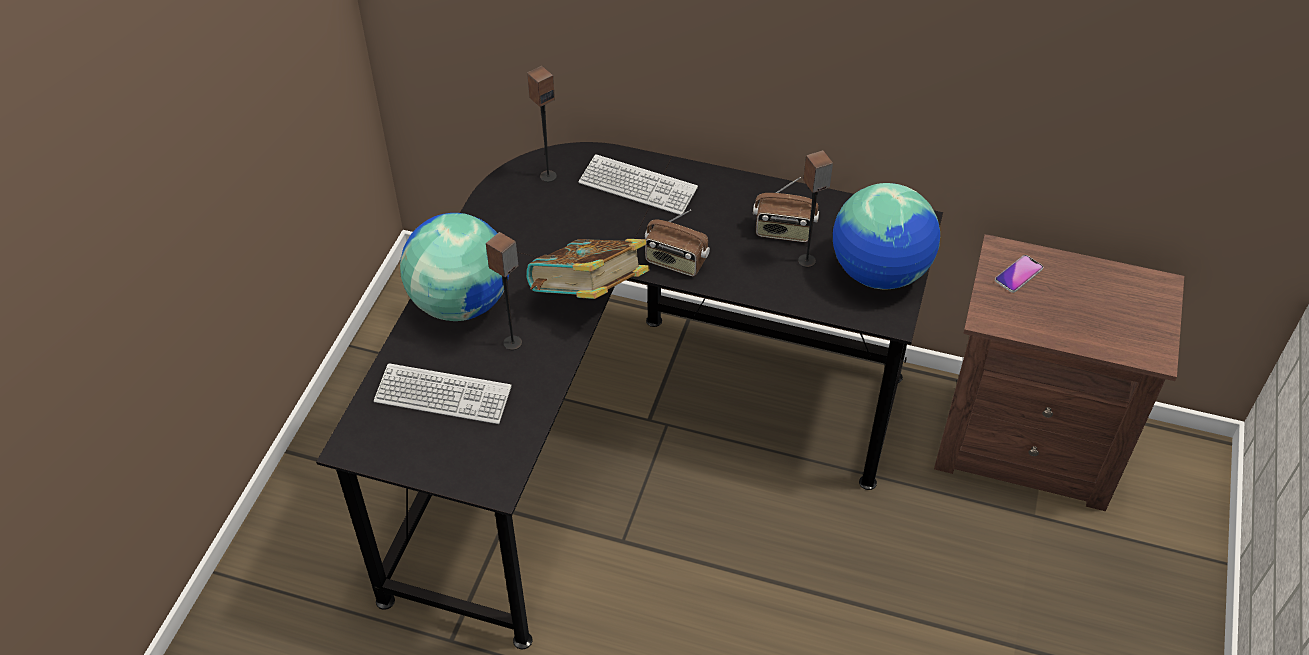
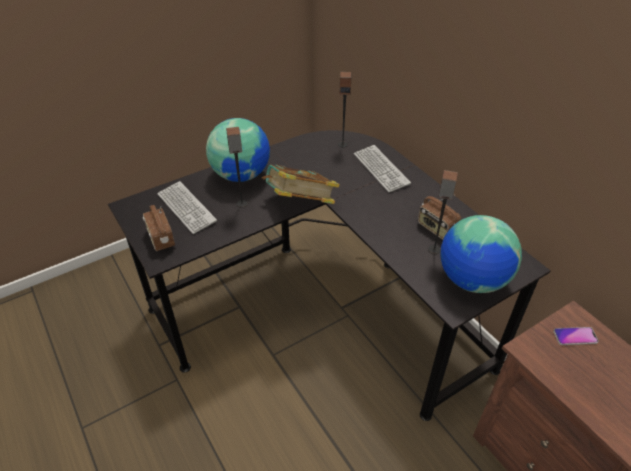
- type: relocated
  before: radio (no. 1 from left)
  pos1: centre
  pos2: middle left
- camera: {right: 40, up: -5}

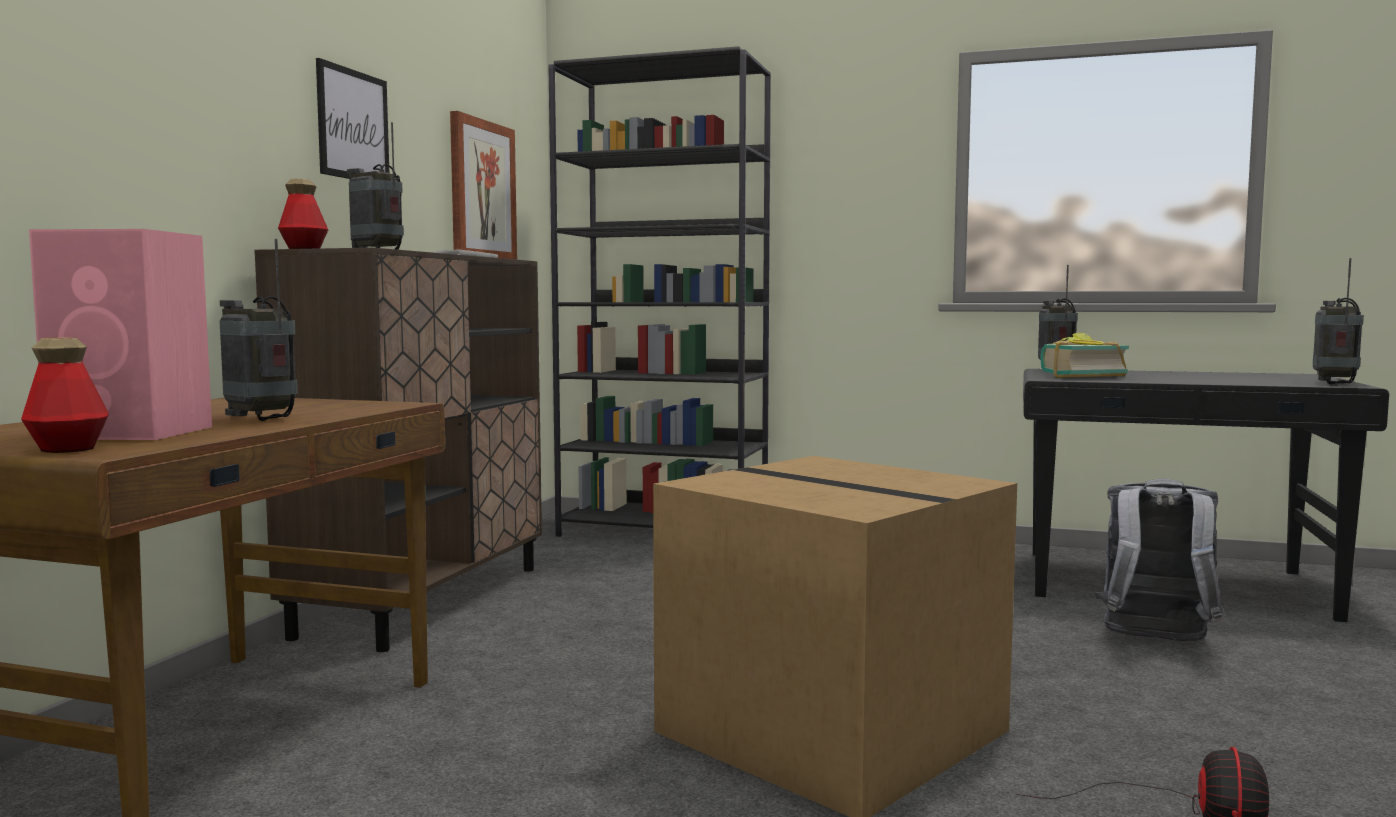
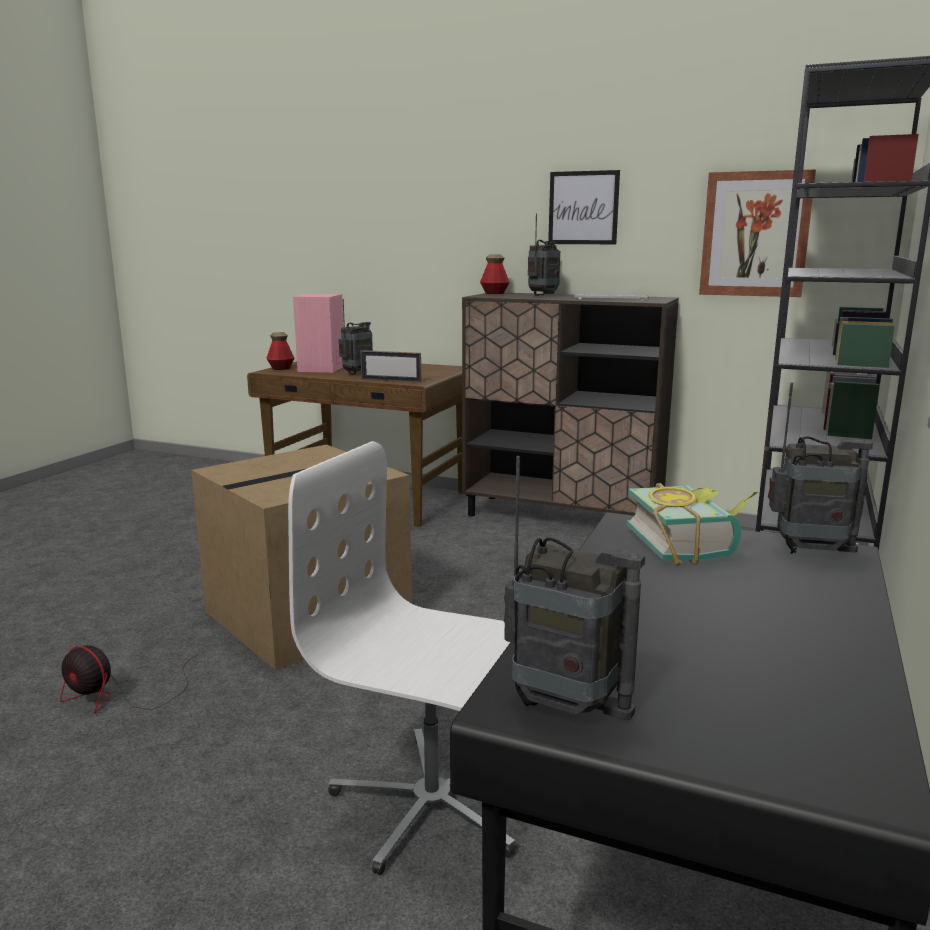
- type: exchanged
  before: grey backpack
  after: white office chair
  pos1: bottom right
  pos2: bottom centre
- type: appeared
  after: picture frame
  pos2: centre
- camera: {right: 95, up: 10}

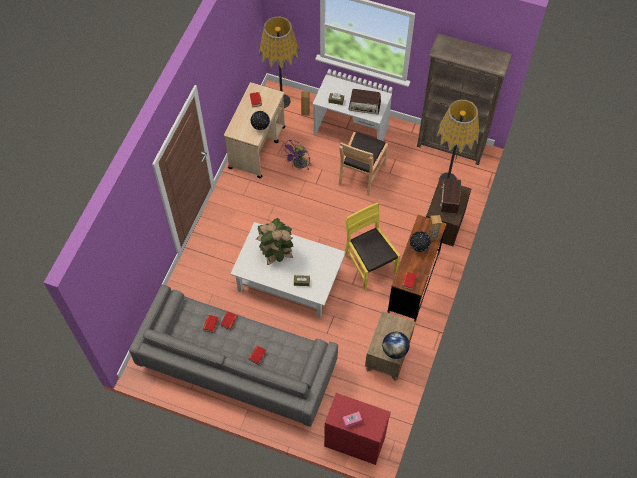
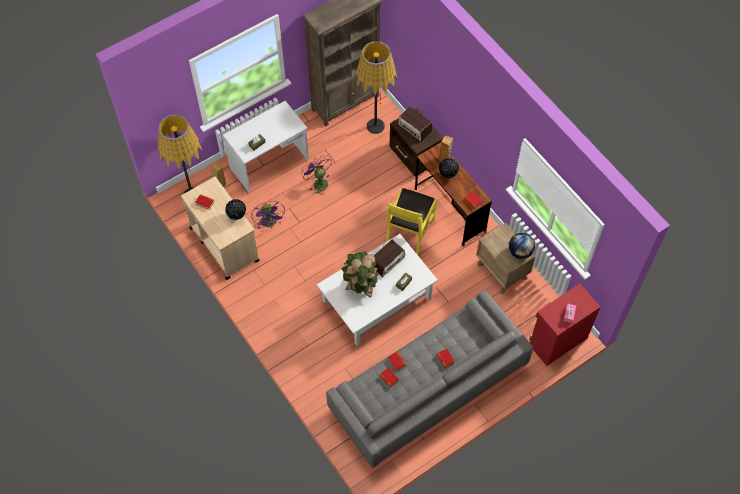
- type: relocated
  before: radio (no. 1 from left)
  pos1: top centre
  pos2: centre
- type: exchanged
  before: brown chair
  after: purple fan (no. 2 from left)
  pos1: centre
  pos2: centre
- type: spun
  before: yellow chair
  pos1: centre
  pos2: centre
  turn: -75
- camera: {right: -55, up: 0}

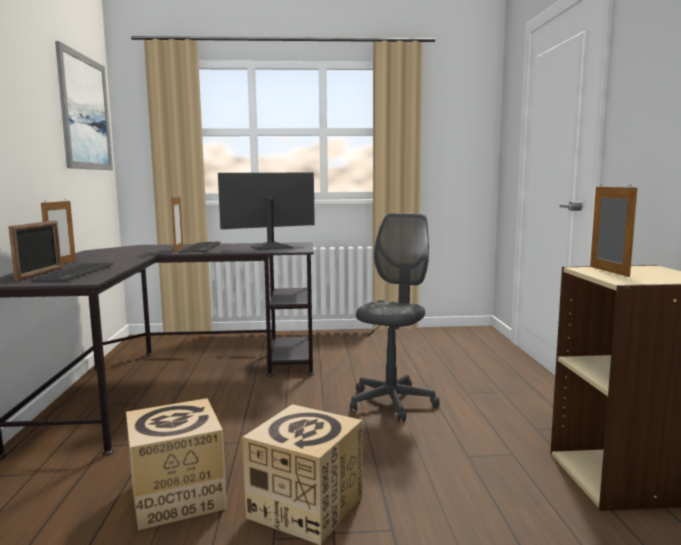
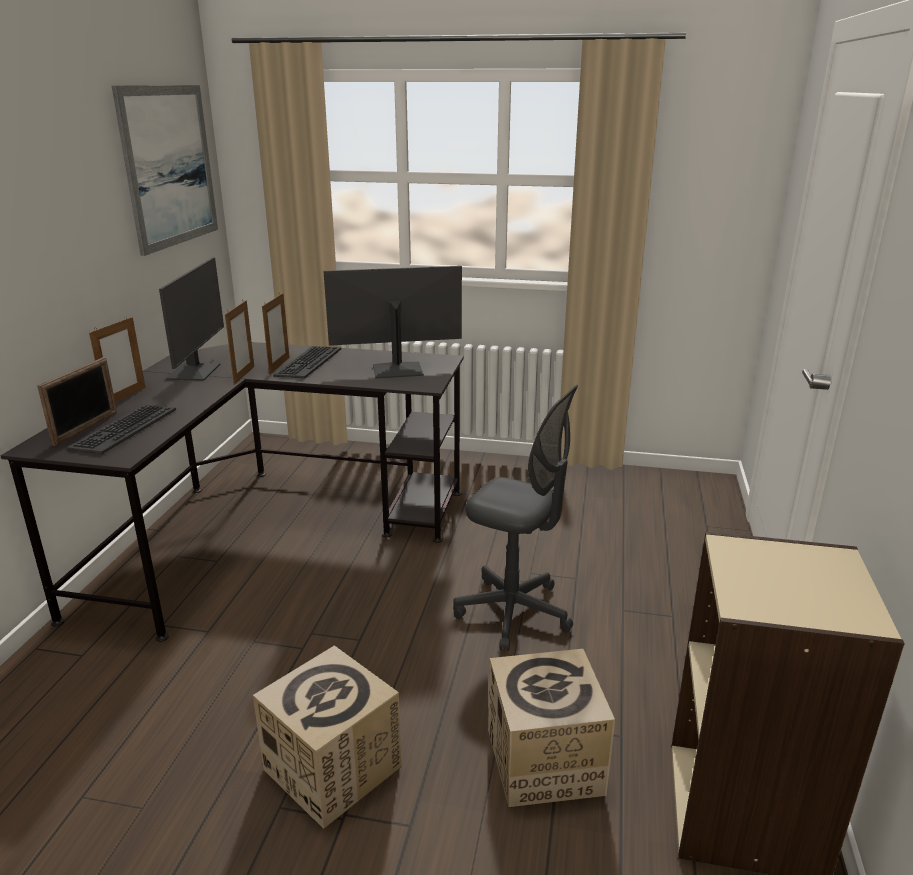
- type: relocated
  before: picture frame (no. 4 from left in the first image)
  after: picture frame (no. 3 from left)
  pos1: middle right
  pos2: middle left
- type: spun
  before: grey office chair
  pos1: centre
  pos2: centre
  turn: 75
- type: relocated
  before: cardboard box (no. 1 from left in the first image)
  after: cardboard box (no. 2 from left)
  pos1: bottom left
  pos2: bottom centre
- type: appeared
  after: monitor (no. 1 from left)
  pos2: middle left
- camera: {right: 15, up: 15}

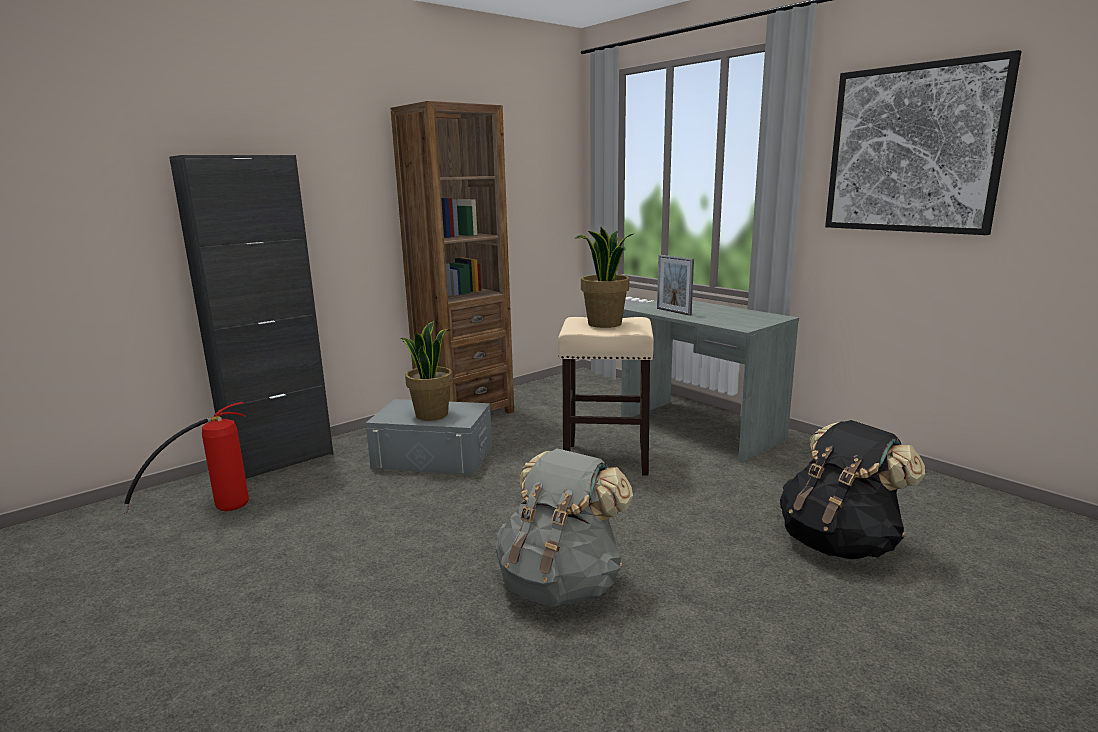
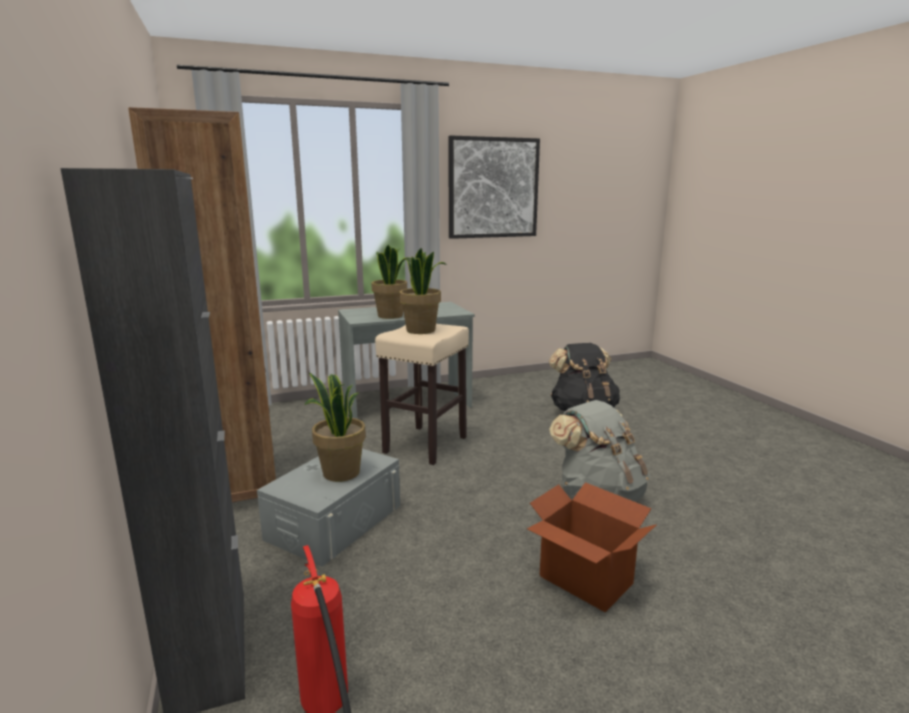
- type: exchanged
  before: picture frame
  after: potted plant (no. 2 from left)
  pos1: centre
  pos2: centre
- type: appeared
  after: cardboard box
  pos2: bottom centre
- camera: {right: -70, up: 0}

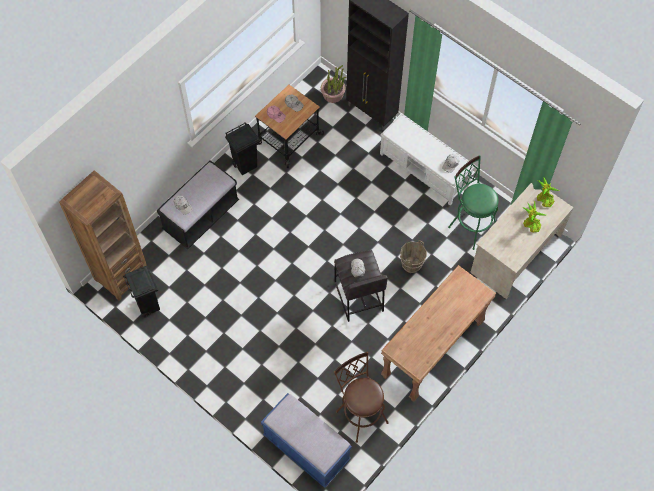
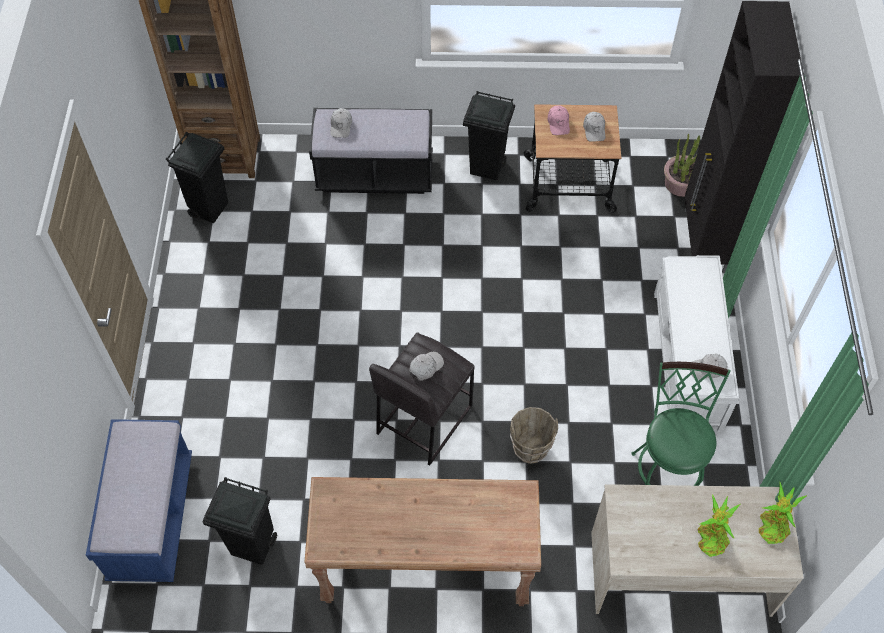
- type: exchanged
  before: brown stool
  after: black trash can (no. 2 from left)
  pos1: bottom centre
  pos2: bottom left
- camera: {right: 50, up: -5}

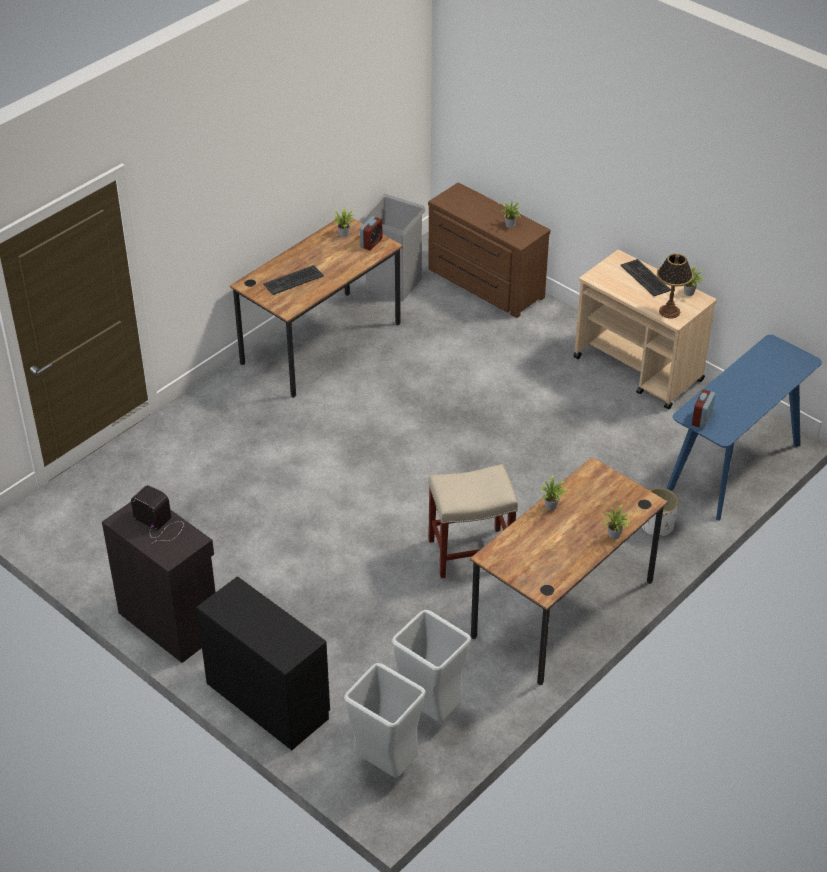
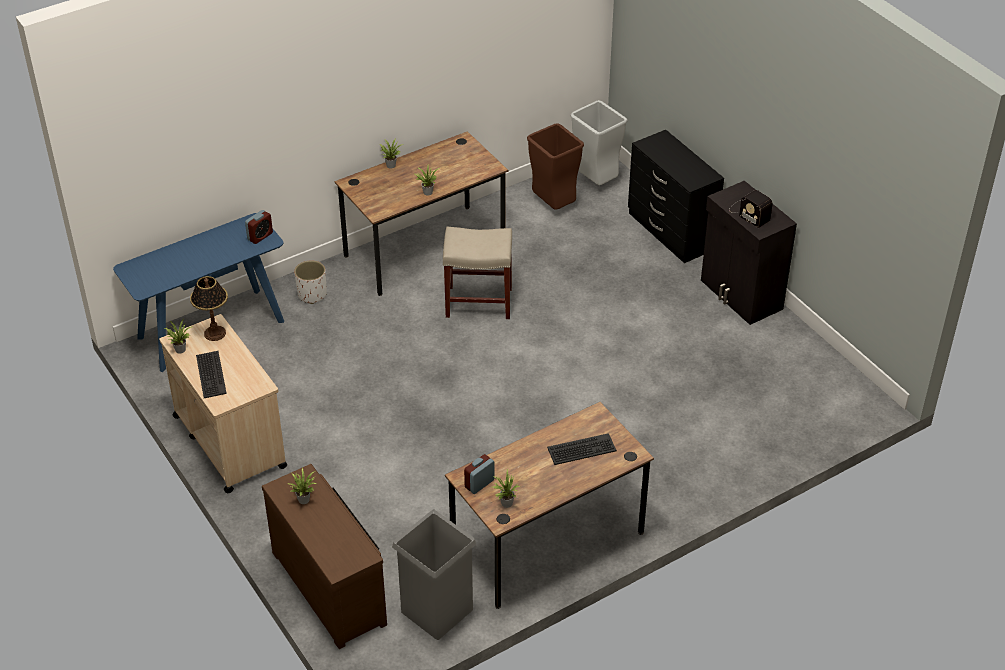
- type: colour
  before: grey trash can (no. 3 from left)
  after: brown trash can
  pos1: bottom centre
  pos2: top centre
- camera: {right: -165, up: 0}

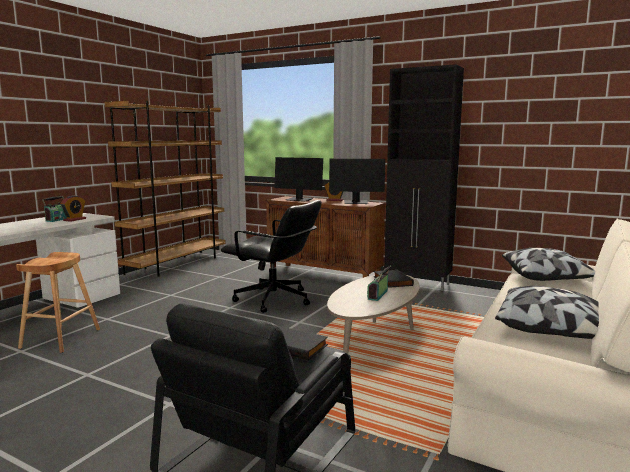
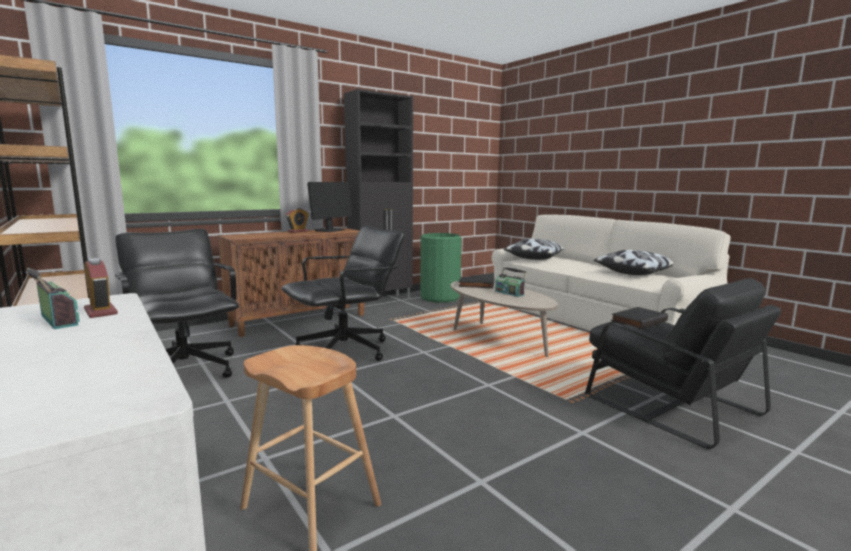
- type: missing
  before: monitor (no. 1 from left)
  pos1: centre
- type: appeared
  after: black office chair (no. 1 from left)
  pos2: middle left
- type: appeared
  after: green trash can
  pos2: centre
- camera: {right: -65, up: 0}

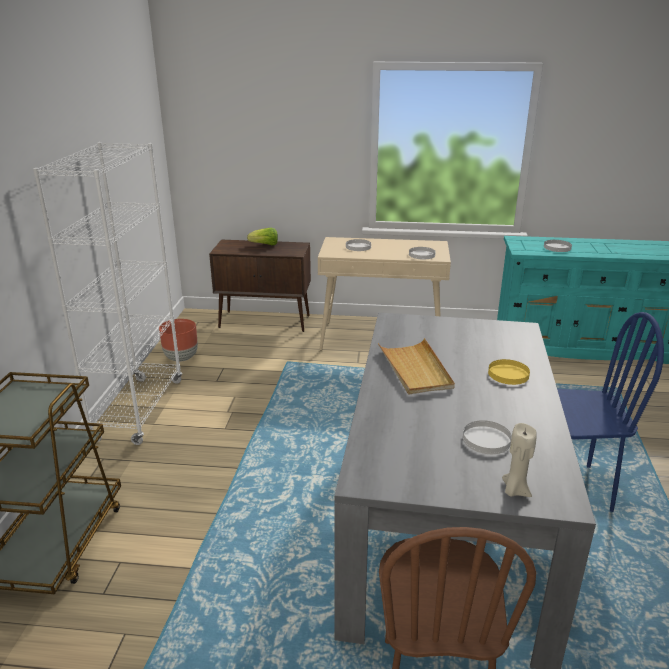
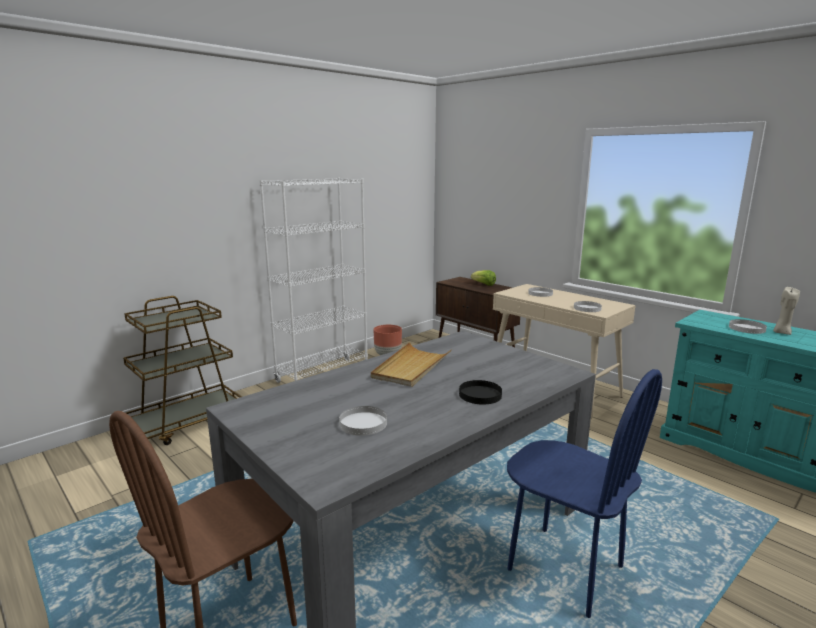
- type: colour
  before: yellow plate
  after: black plate
  pos1: middle right
  pos2: centre
- type: relocated
  before: beige candle
  pos1: bottom right
  pos2: middle right
- camera: {right: 40, up: -10}

